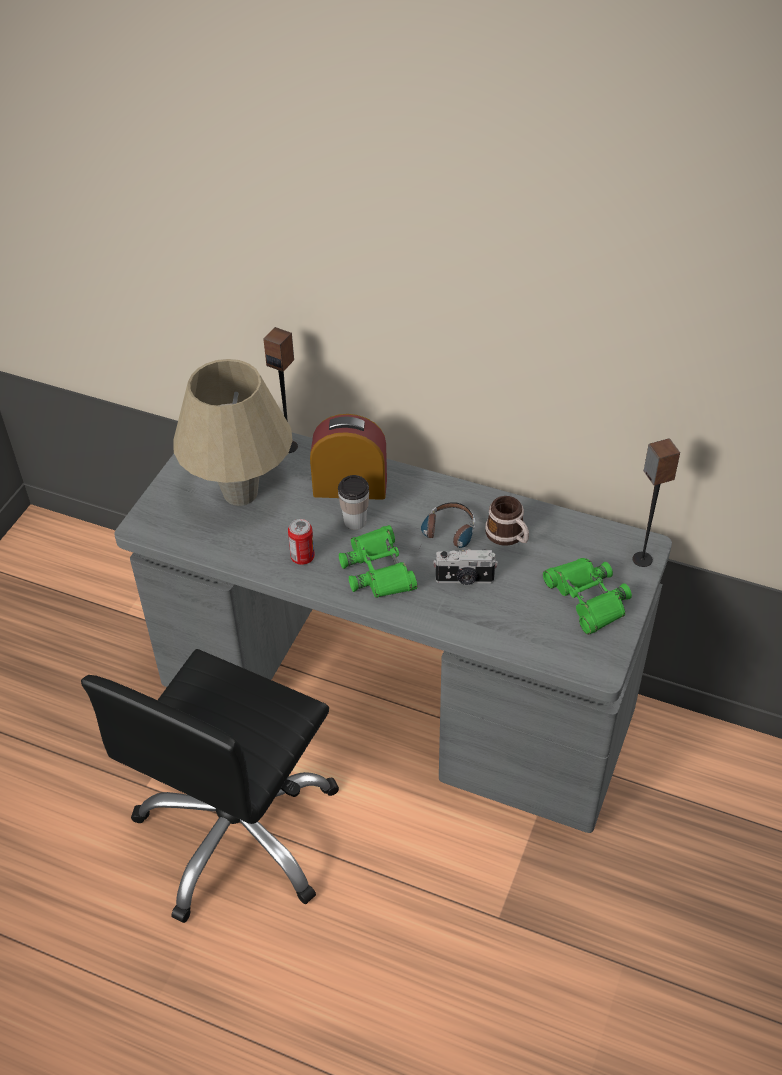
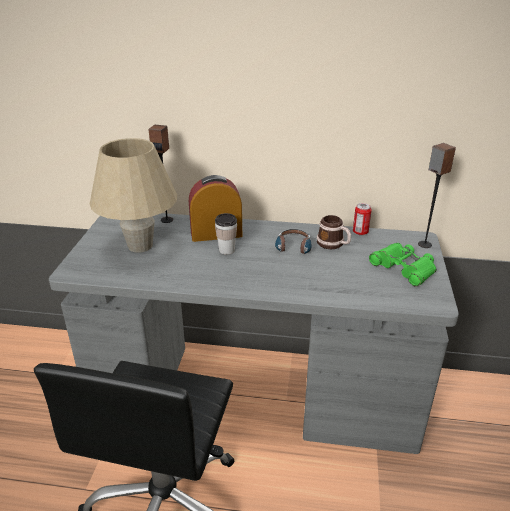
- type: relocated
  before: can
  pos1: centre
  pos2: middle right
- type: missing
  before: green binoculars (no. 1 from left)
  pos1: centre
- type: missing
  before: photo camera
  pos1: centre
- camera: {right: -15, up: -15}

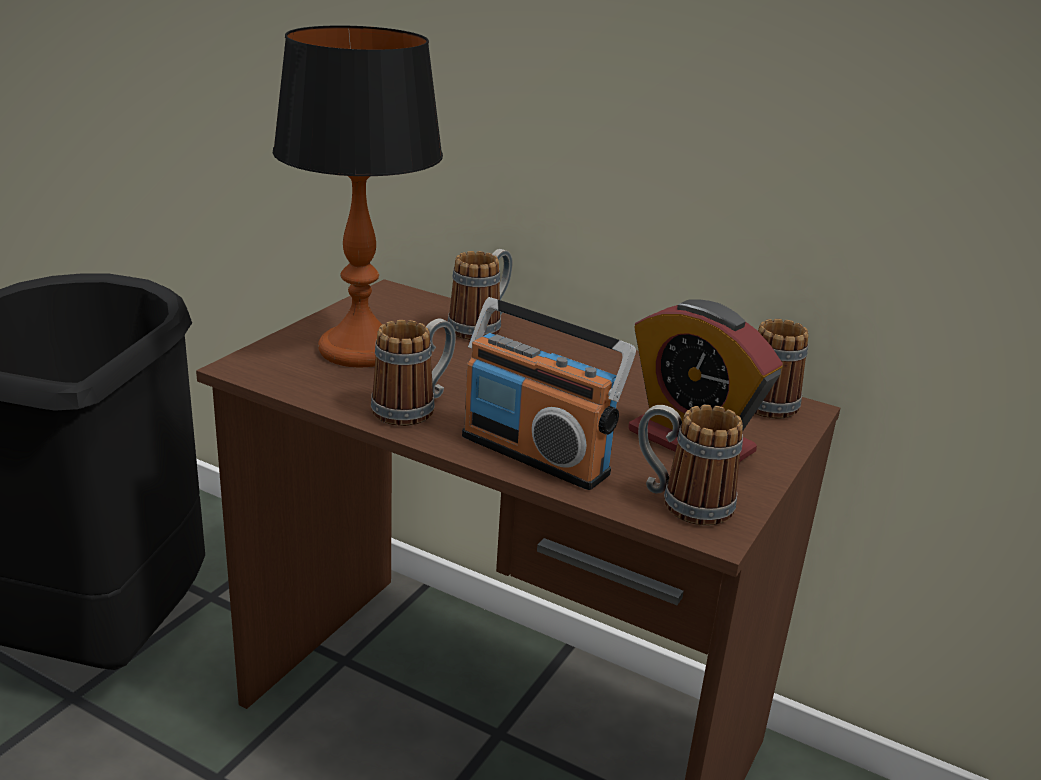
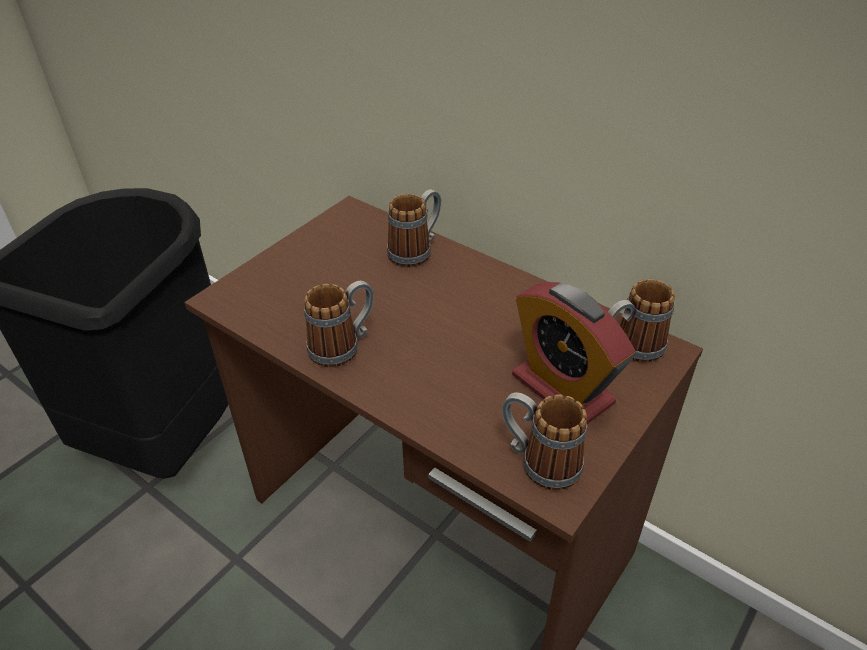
- type: missing
  before: table lamp
  pos1: top centre
- type: missing
  before: radio
  pos1: centre
- camera: {right: 10, up: 15}

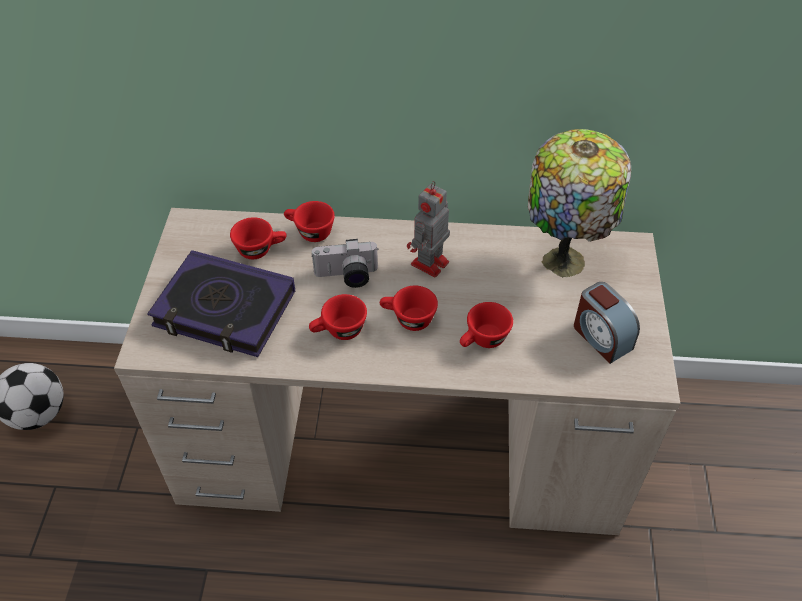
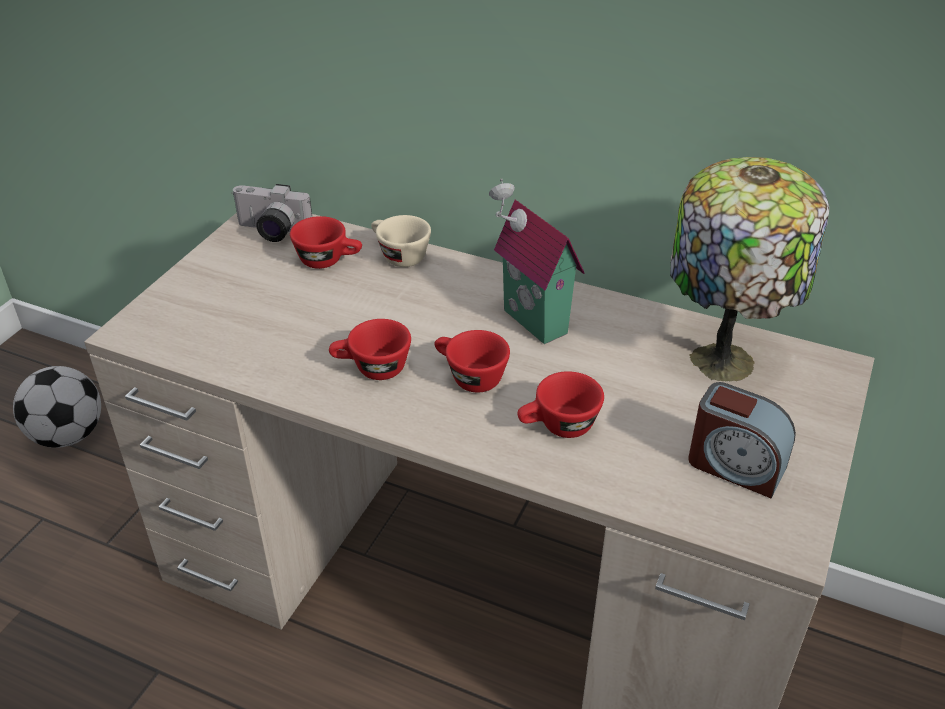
- type: exchanged
  before: toy robot
  after: toy house
  pos1: centre
  pos2: centre
- type: colour
  before: red cup (no. 2 from left)
  after: beige cup
  pos1: centre
  pos2: centre
- type: relocated
  before: photo camera
  pos1: centre
  pos2: top left
- type: missing
  before: book
  pos1: middle left
- type: spun
  before: alarm clock
  pos1: middle right
  pos2: middle right
  turn: -45
- camera: {right: 20, up: -10}

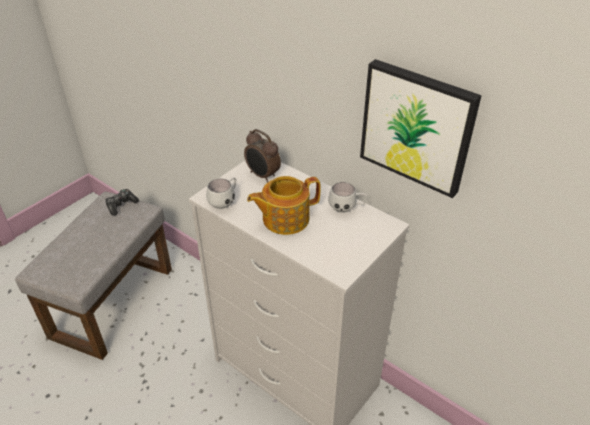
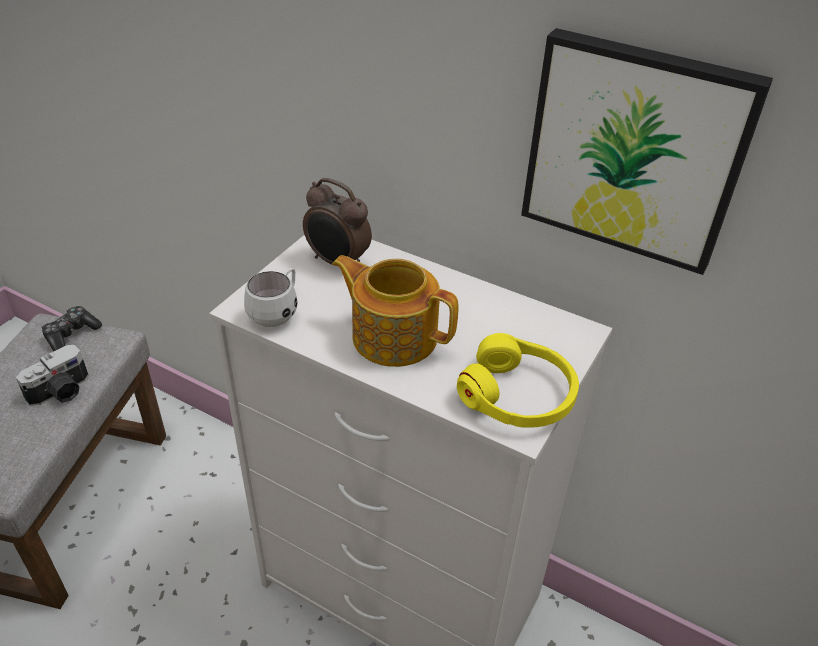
- type: spun
  before: teapot
  pos1: centre
  pos2: centre
  turn: 60
- type: missing
  before: white mug (no. 2 from left)
  pos1: centre
- type: appeared
  after: yellow headphones
  pos2: centre
- type: appeared
  after: photo camera
  pos2: middle left
- camera: {right: -10, up: 0}

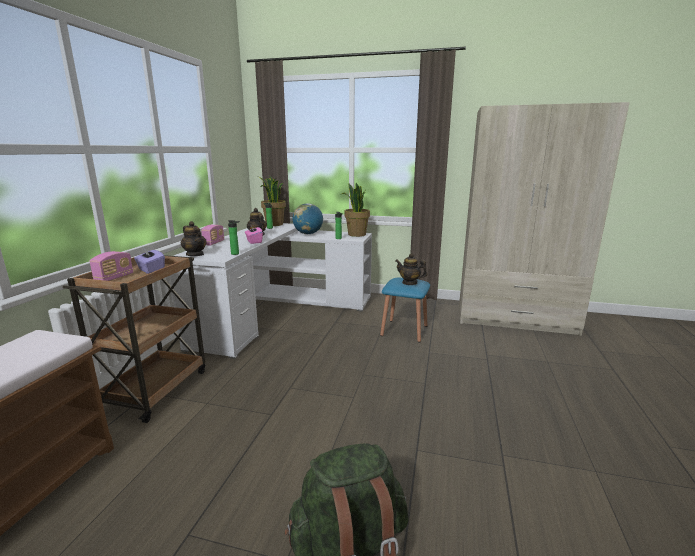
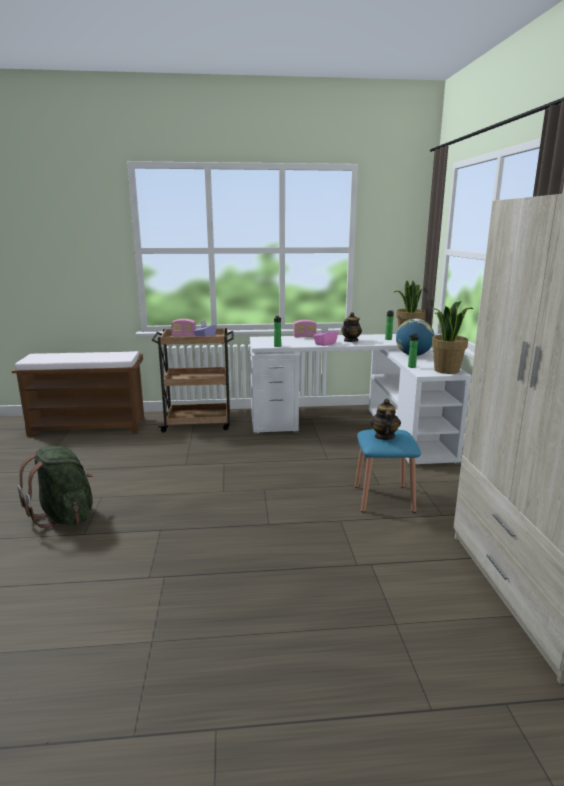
- type: missing
  before: teapot (no. 1 from left)
  pos1: middle left
- camera: {right: 70, up: 0}

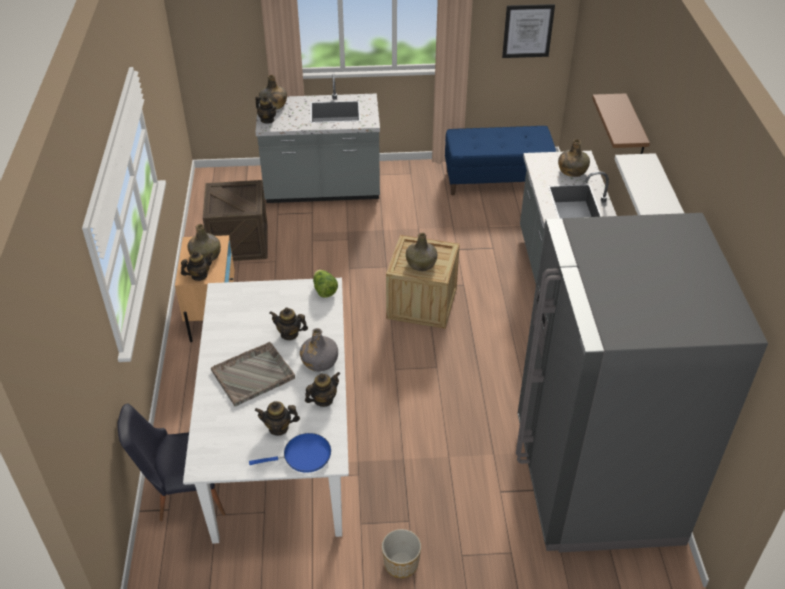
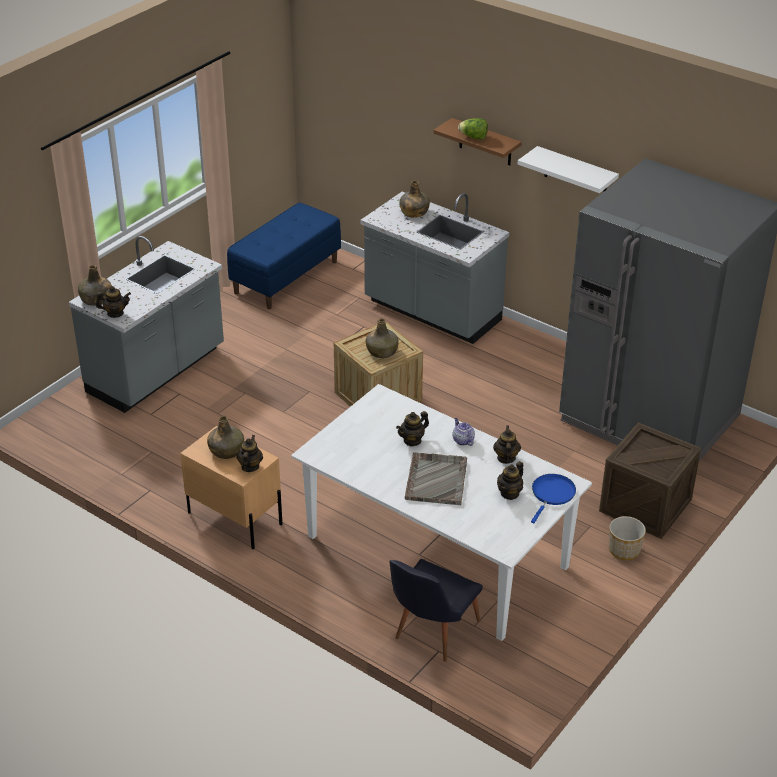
- type: missing
  before: picture
  pos1: top right
- type: relocated
  before: crate (no. 1 from left in the first image)
  after: crate (no. 2 from left)
  pos1: middle left
  pos2: middle right
- type: relocated
  before: lettuce
  pos1: centre
  pos2: top centre
- type: exchanged
  before: grey bottle
  after: teapot (no. 4 from left)
  pos1: centre
  pos2: centre
- camera: {right: -50, up: -5}

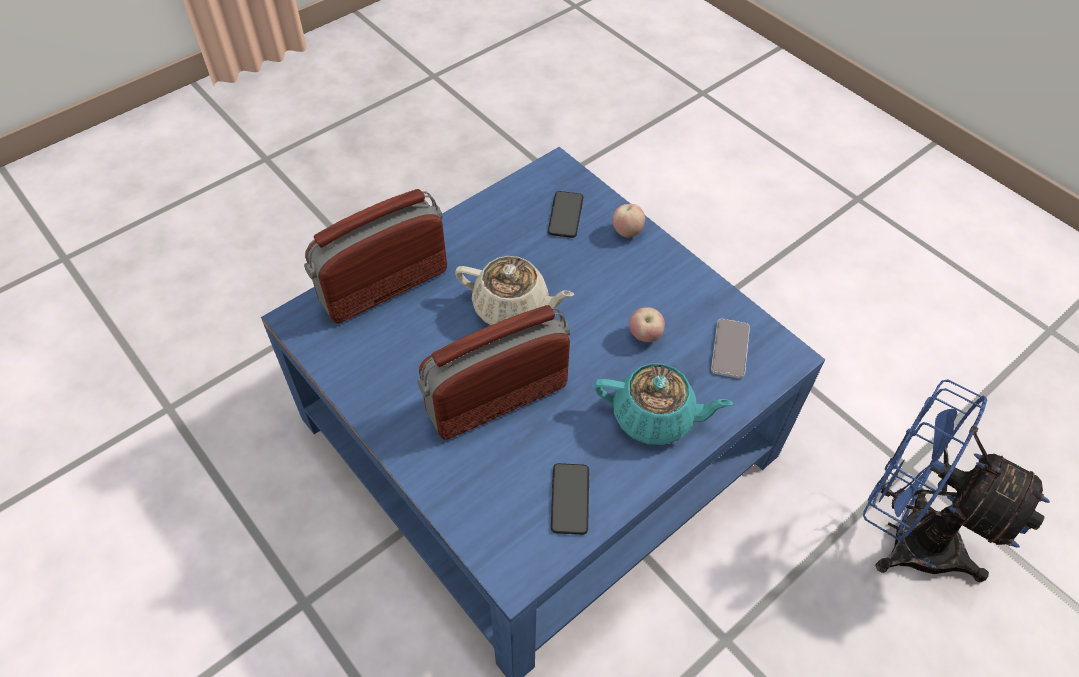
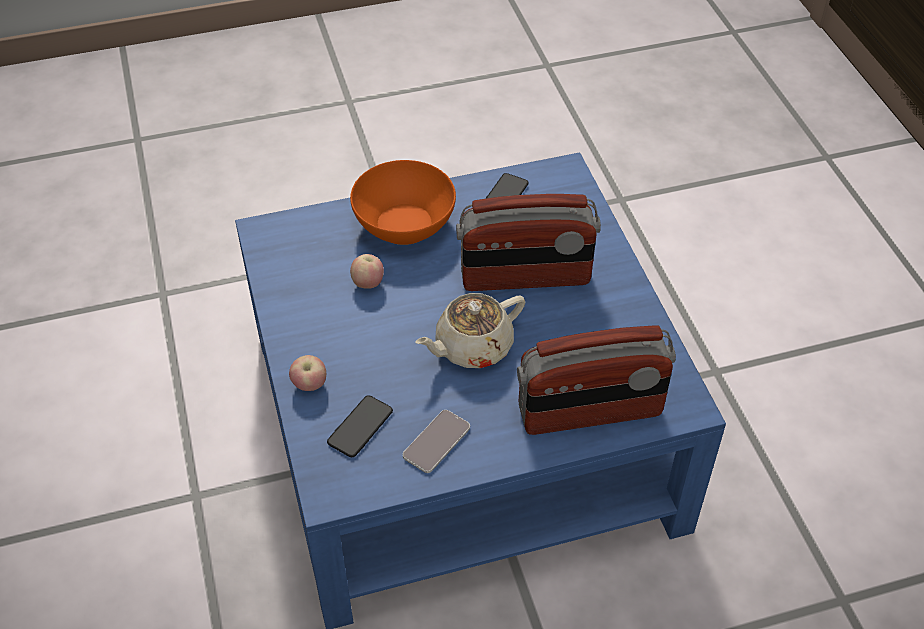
- type: spun
  before: beige teapot
  pos1: centre
  pos2: centre
  turn: -75
- type: relocated
  before: phone (no. 3 from left in the first image)
  after: phone (no. 2 from left)
  pos1: middle right
  pos2: bottom centre
- type: exchanged
  before: turquoise teapot
  after: orange bowl
  pos1: centre
  pos2: top centre
- type: missing
  before: blue fan
  pos1: bottom right
- camera: {right: -155, up: -5}

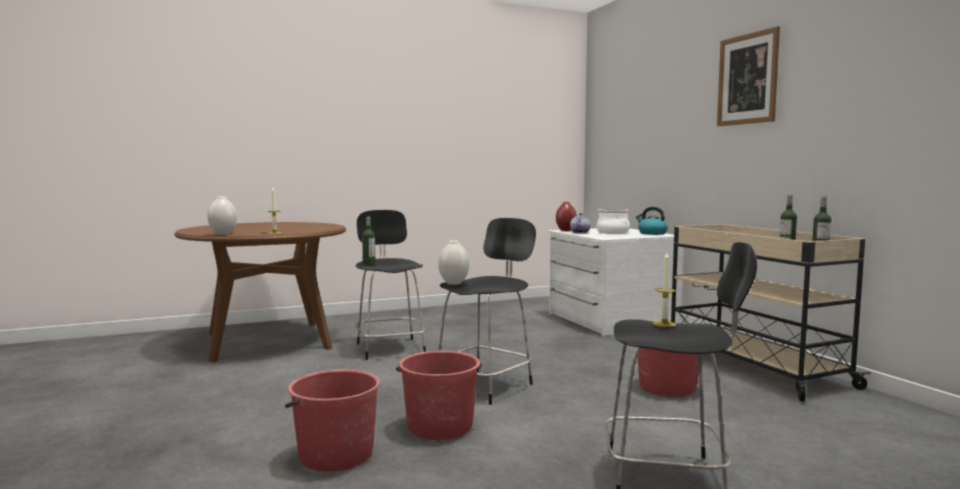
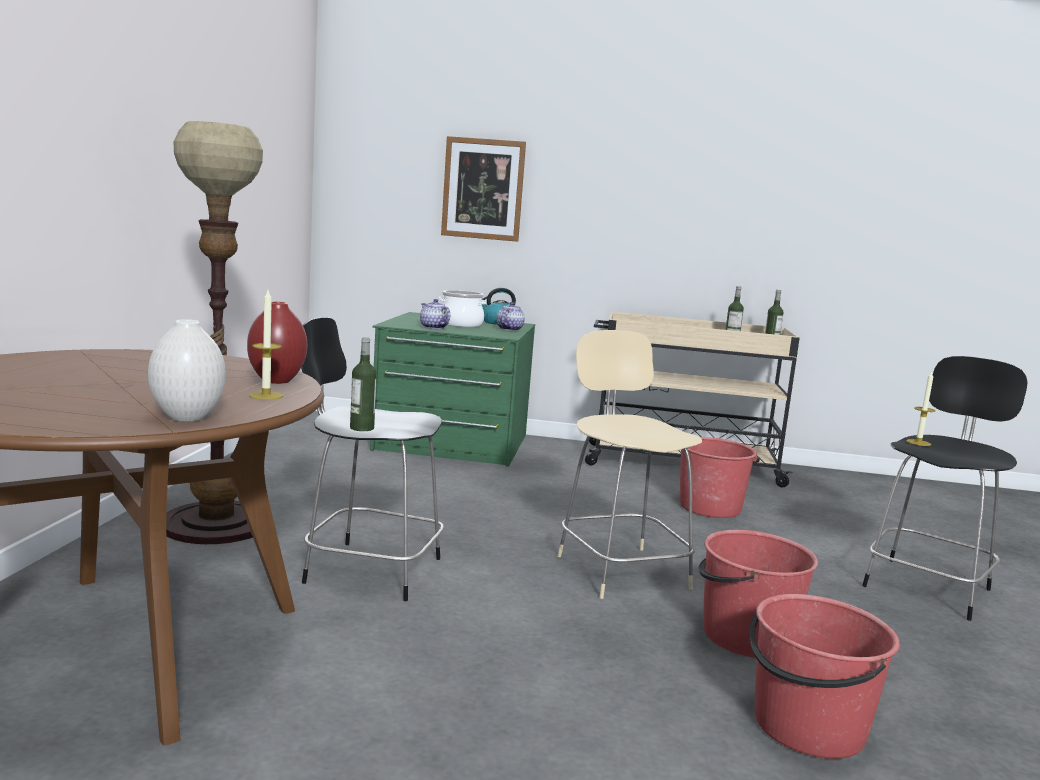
- type: relocated
  before: picture
  pos1: top right
  pos2: top centre
- type: relocated
  before: red vase
  pos1: centre
  pos2: middle left
- type: colour
  before: black stool (no. 2 from left)
  after: beige stool
  pos1: centre
  pos2: centre
- type: colour
  before: white dresser
  after: green dresser
  pos1: centre
  pos2: centre
- type: missing
  before: white vase (no. 2 from left)
  pos1: centre
- type: appeared
  after: floor lamp
  pos2: middle left
- type: appeared
  after: teapot (no. 2 from left)
  pos2: centre
- camera: {right: -60, up: 5}

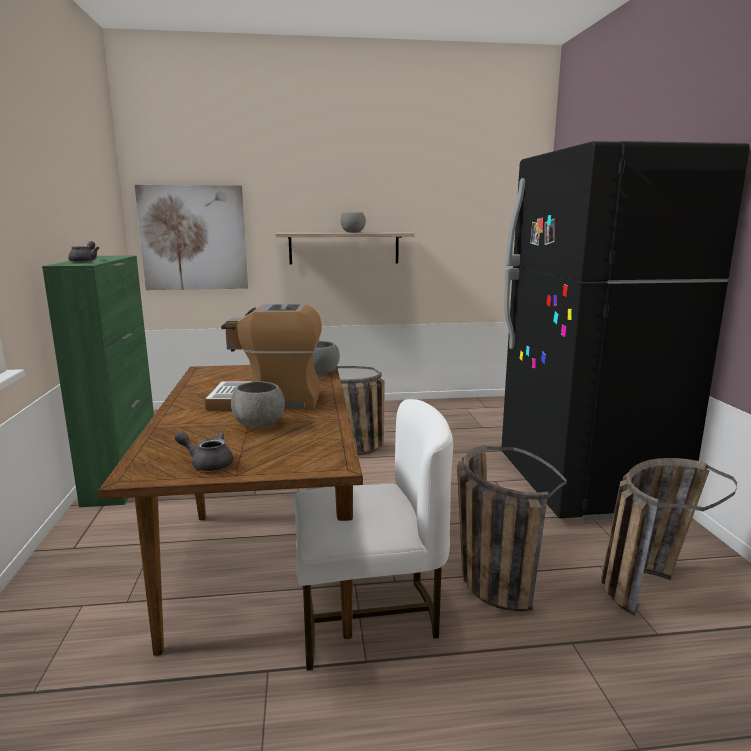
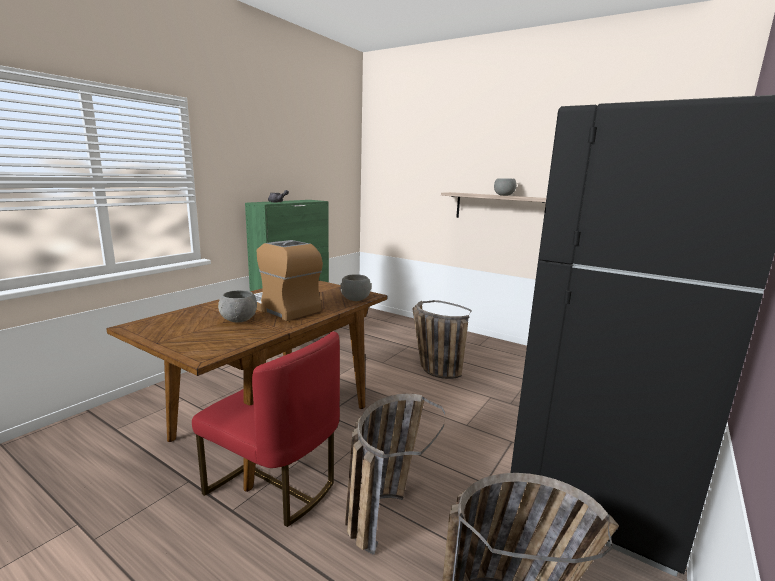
- type: missing
  before: picture
  pos1: top left
- type: colour
  before: white chair
  after: red chair
  pos1: bottom centre
  pos2: bottom centre
- type: missing
  before: grey teapot (no. 2 from left)
  pos1: middle left
- camera: {right: 40, up: 0}

